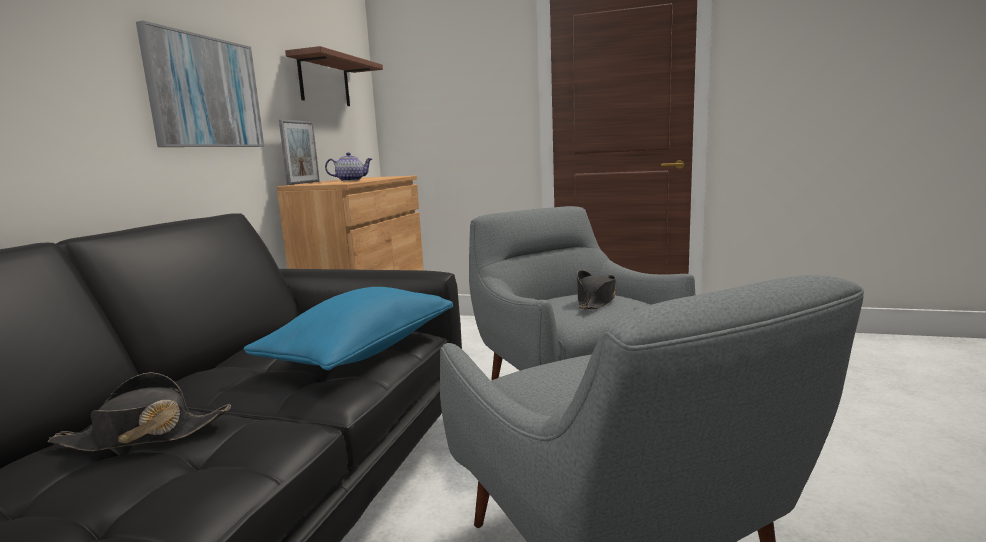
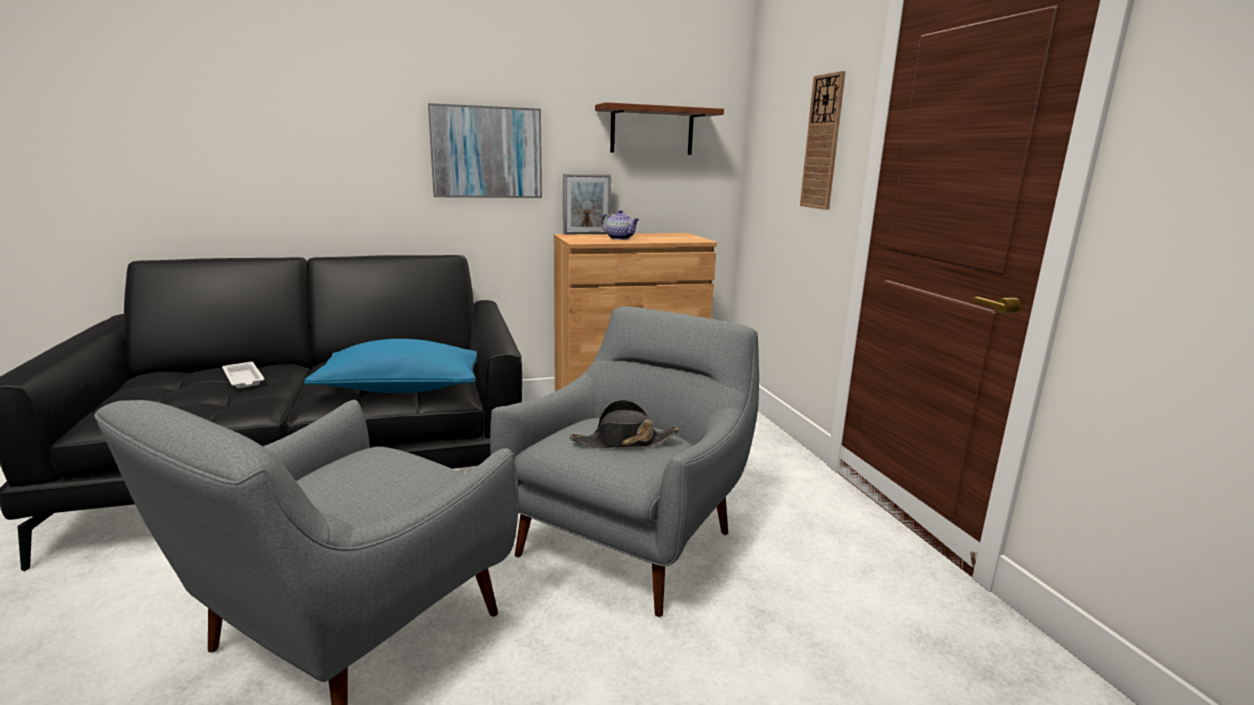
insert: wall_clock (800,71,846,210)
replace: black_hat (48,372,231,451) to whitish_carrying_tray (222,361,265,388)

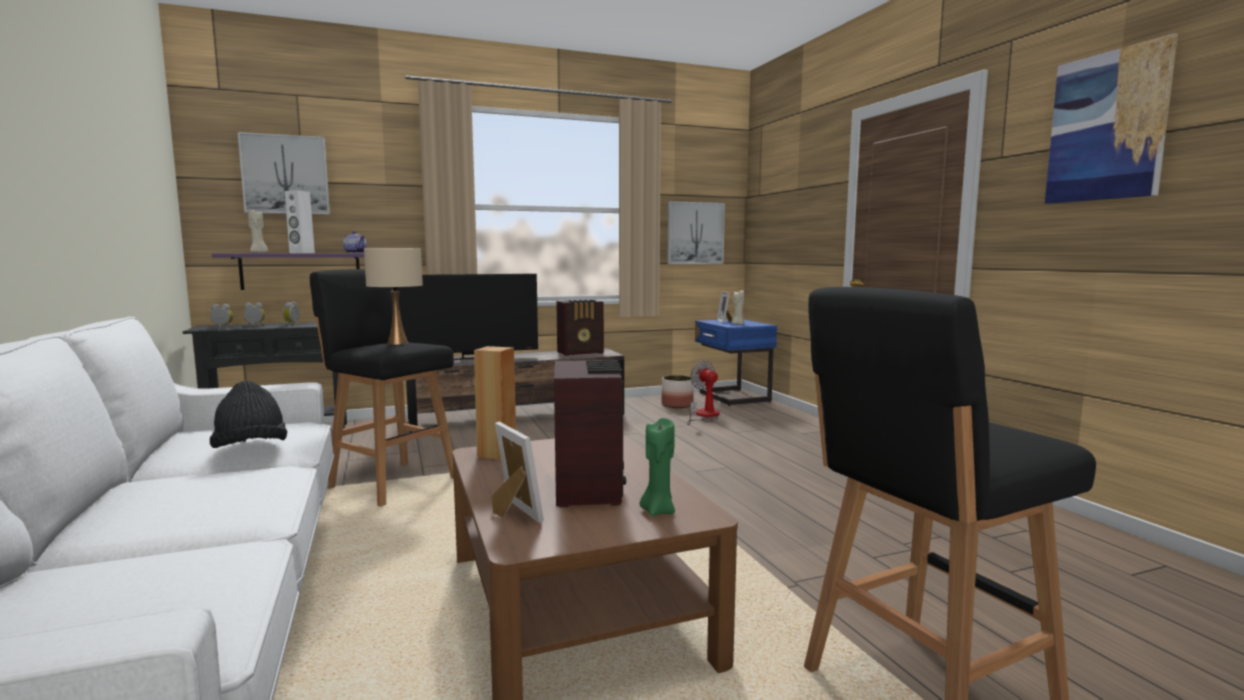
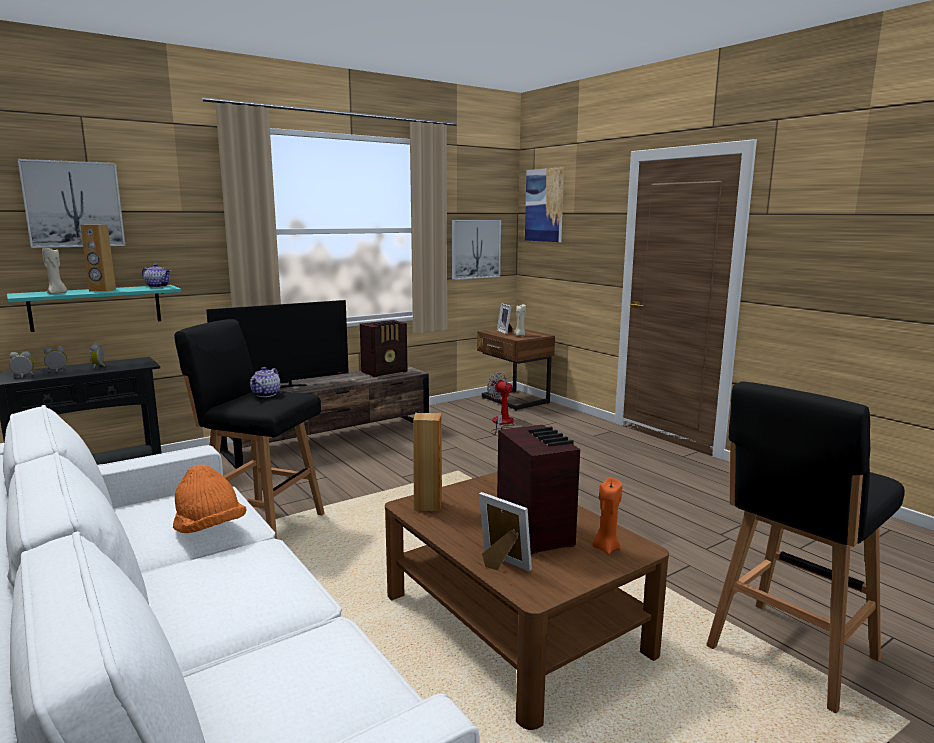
delete: flower_pot (662,375,694,408)
move: wall_picture (1045,33,1178,204) to (525,167,564,242)
replace: beige_table_lamp (364,248,423,345) to teapot (250,367,280,397)
recolor: purplish_wall_shelf (212,254,364,290) to turquoise-coloured_wall_shelf (7,285,181,332); whitish_loudspeaker (285,190,315,253) to brown_loudspeaker (80,224,116,292); black_hat (210,381,287,448) to orange-coloured_hat (173,465,246,533); bluish_night_table (695,319,777,406) to brown_night_table (477,327,555,411); green-coloured_wax_candle (640,418,675,516) to orange-coloured_wax_candle (592,477,622,555)

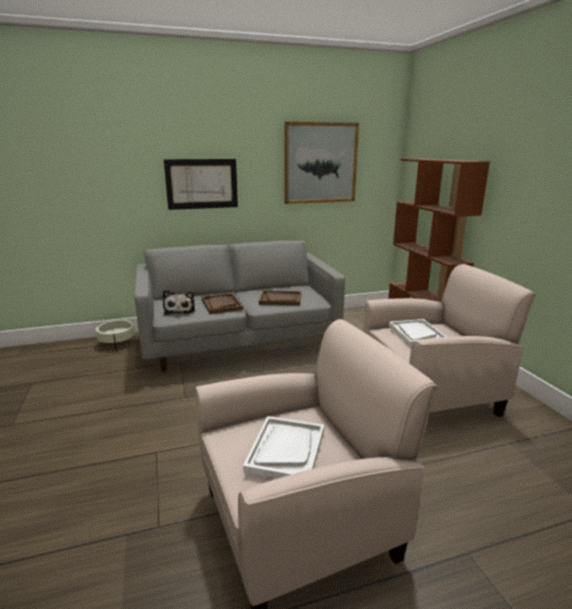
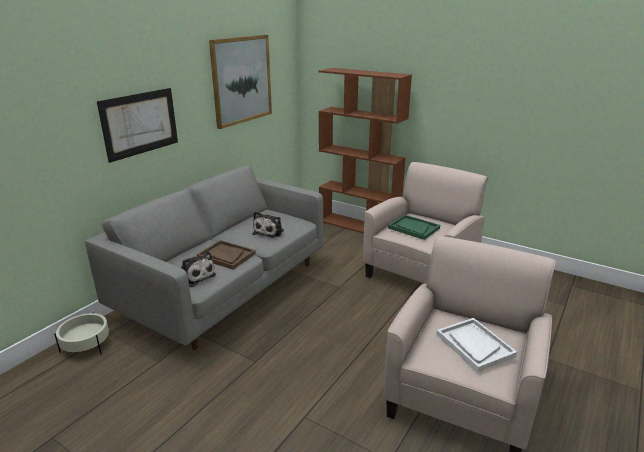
replace: brown_carrying_tray (259,290,301,306) to soft_toy (253,211,284,238)
recolor: whitish_carrying_tray (389,319,446,346) to green-coloured_carrying_tray (388,215,440,240)

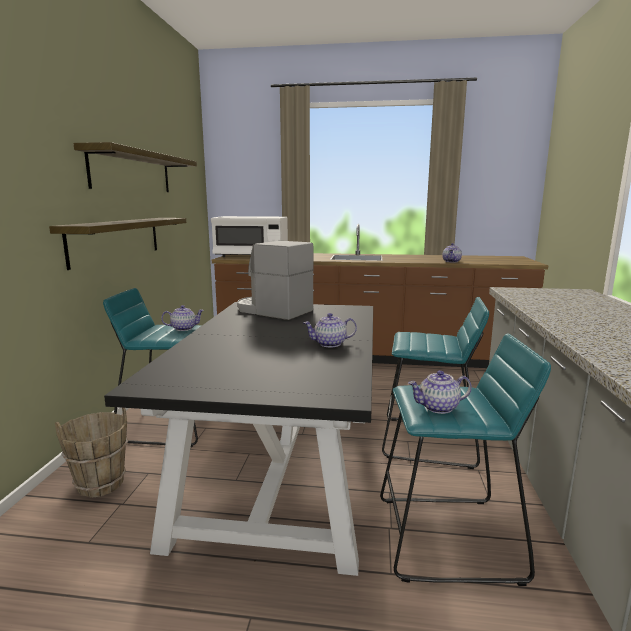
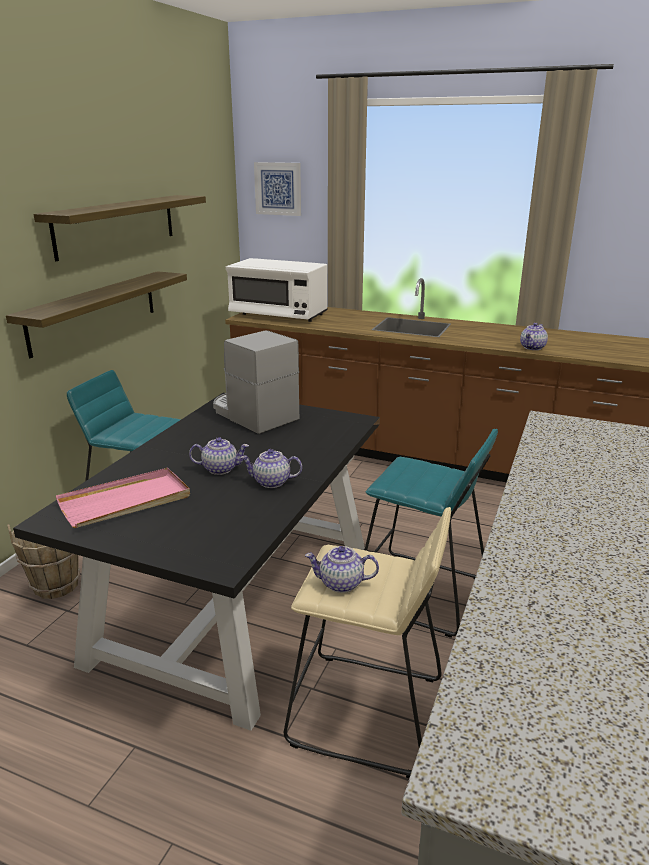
insert: pink_carrying_tray (56,468,190,528); wall_picture (254,162,301,216)
move: teapot (161,305,204,331) to (189,437,249,475)
recolor: turquoise-coloured_sitting_stool (380,333,551,586) to beige_sitting_stool (284,507,451,778)

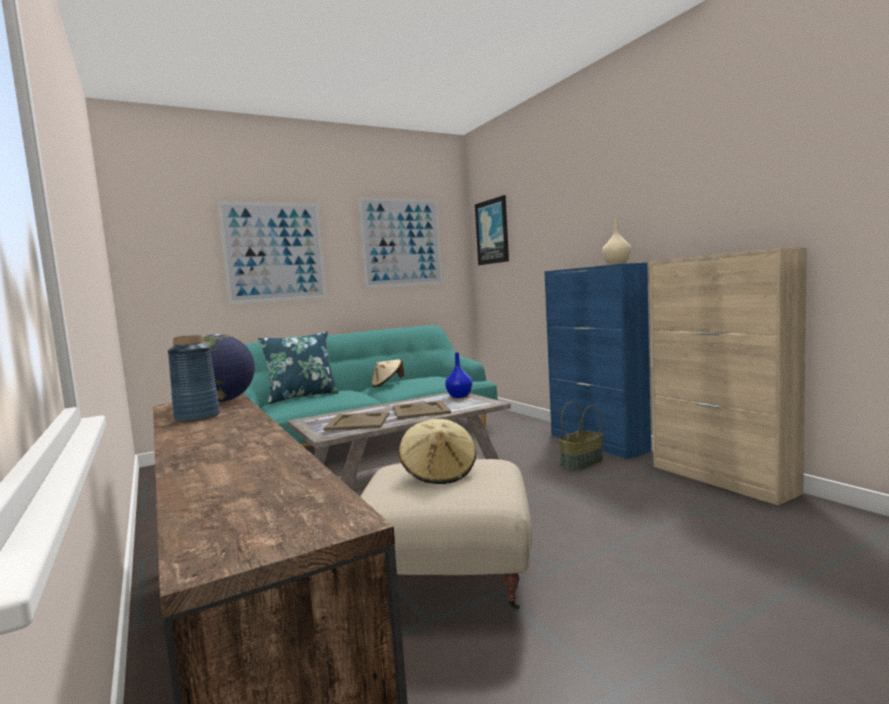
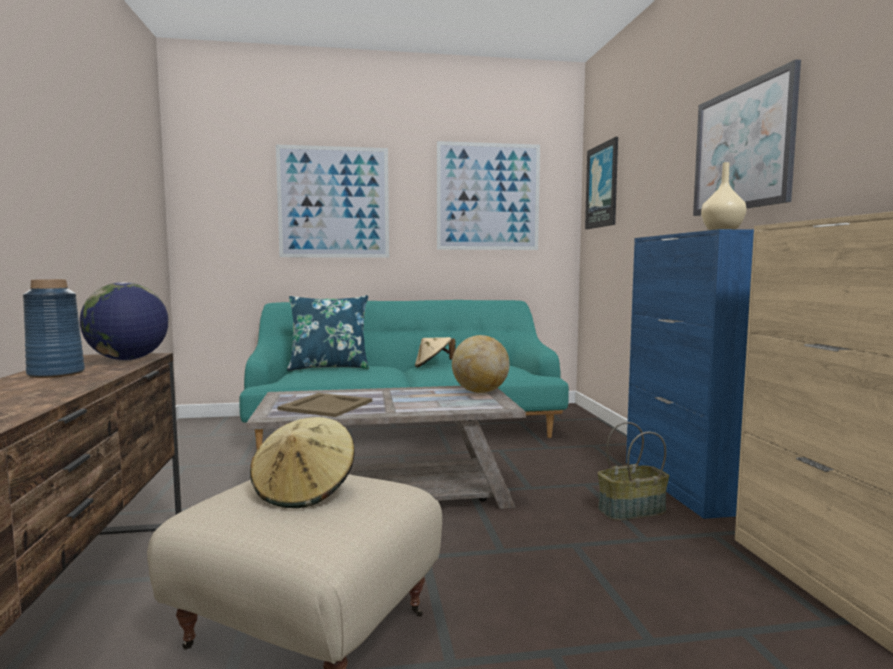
delete: beige_carrying_tray (393,400,451,419)
insert: wall_picture (693,59,801,216)
replace: bluish_decorative_vase (445,352,472,398) to globe (452,335,510,393)

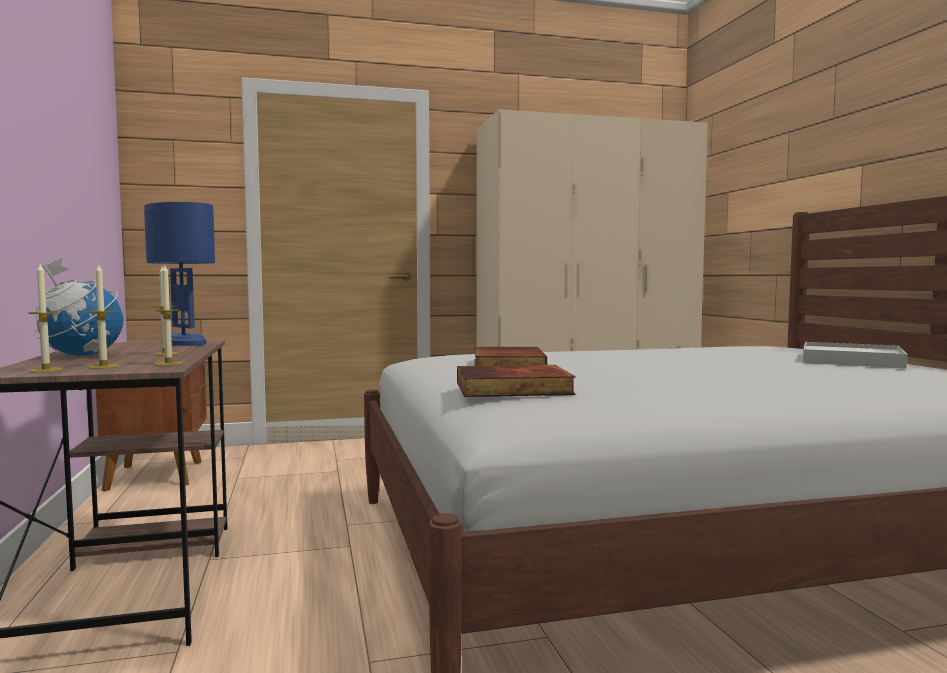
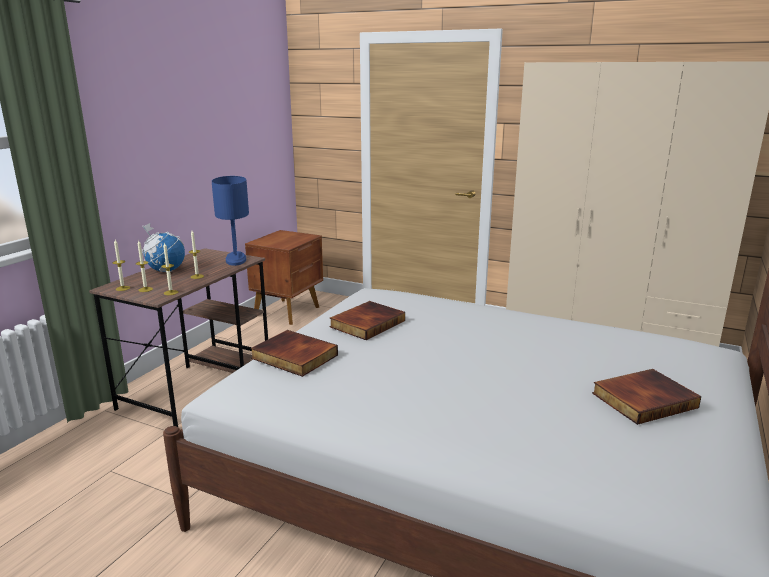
replace: whitish_carrying_tray (803,342,907,368) to bound_book (592,369,702,425)

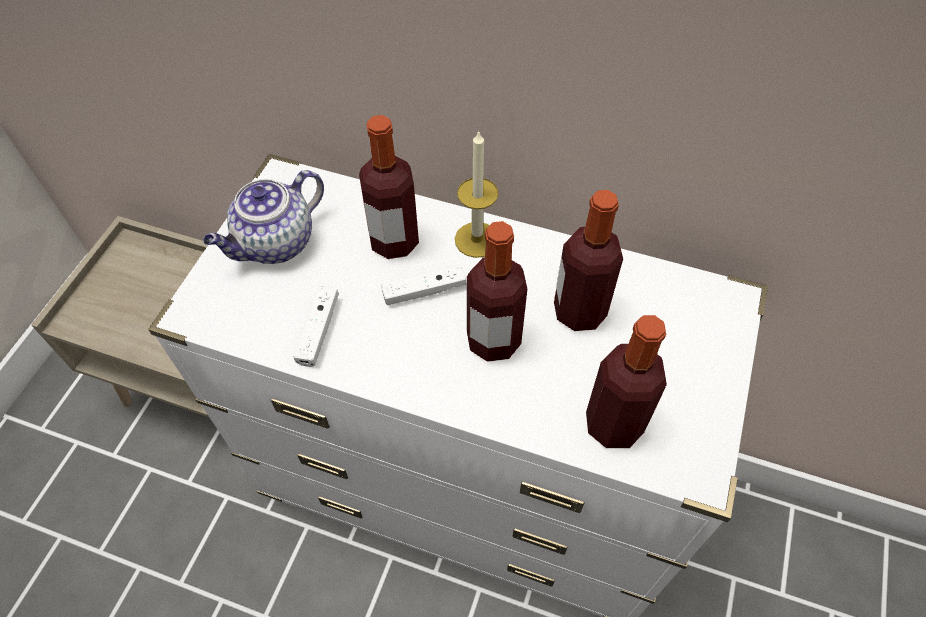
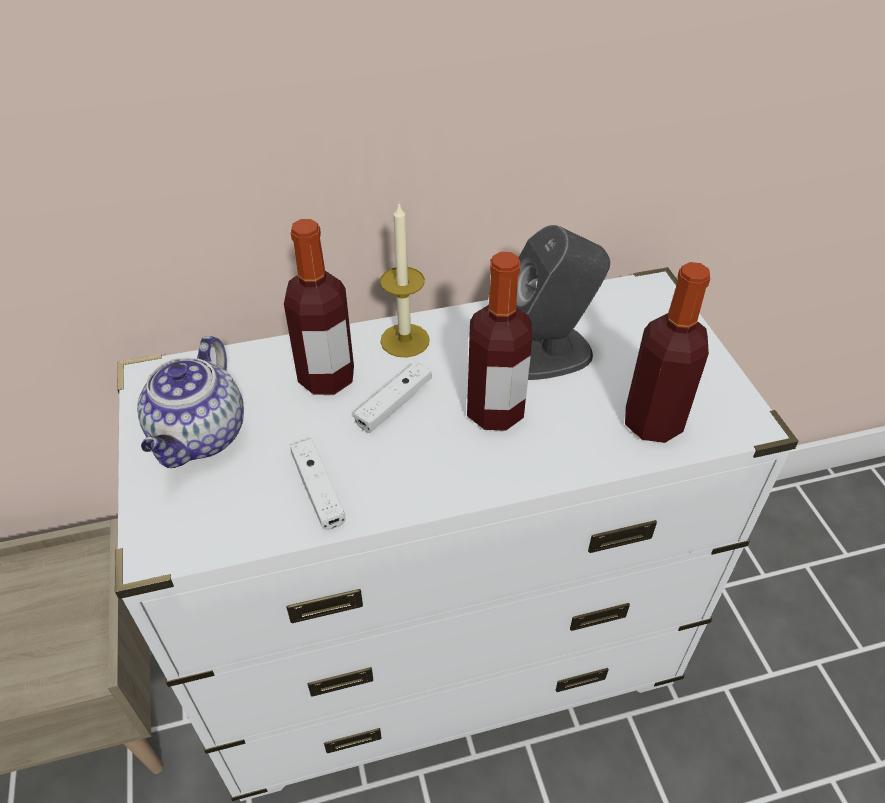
replace: beverage_bottle (554,190,623,331) to gray_loudspeaker (516,225,610,380)

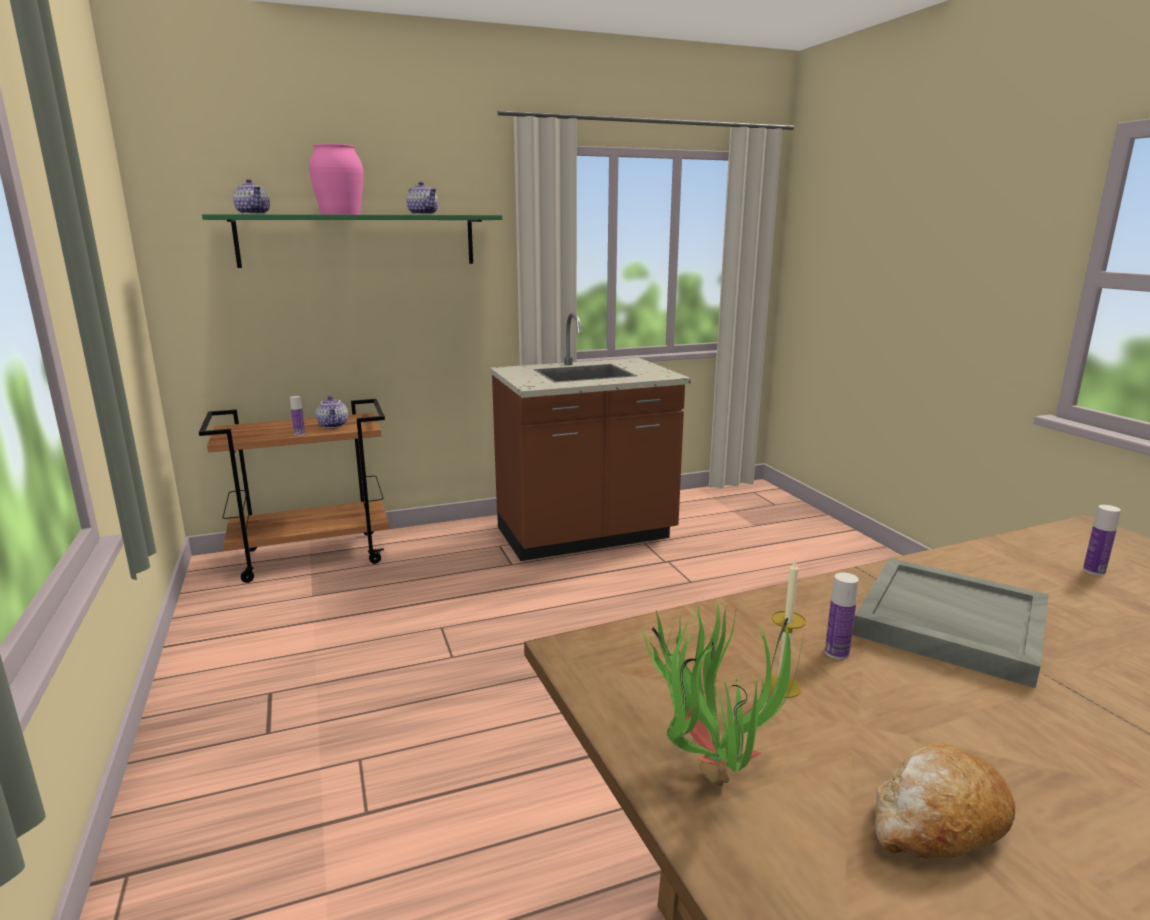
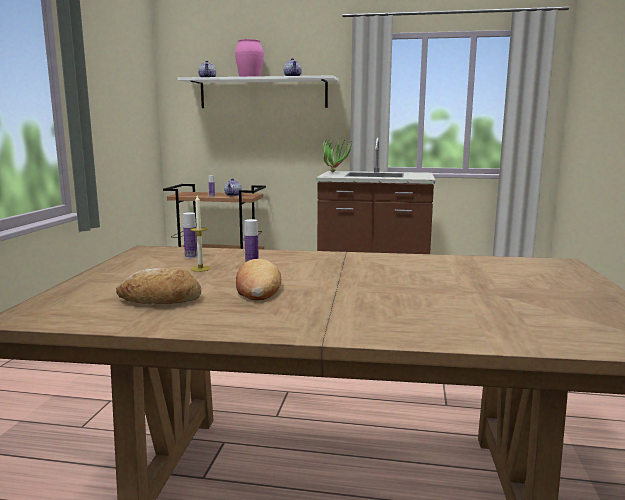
delete: gray_carrying_tray (852,558,1049,688)
insert: bakery_bread (236,259,281,300)
move: beverage_bottle (1083,505,1121,575) to (183,212,198,258); houseplant (638,599,804,786) to (323,135,353,173)
recolor: green-coloured_wall_shelf (202,214,502,268) to whitish_wall_shelf (178,75,338,108)

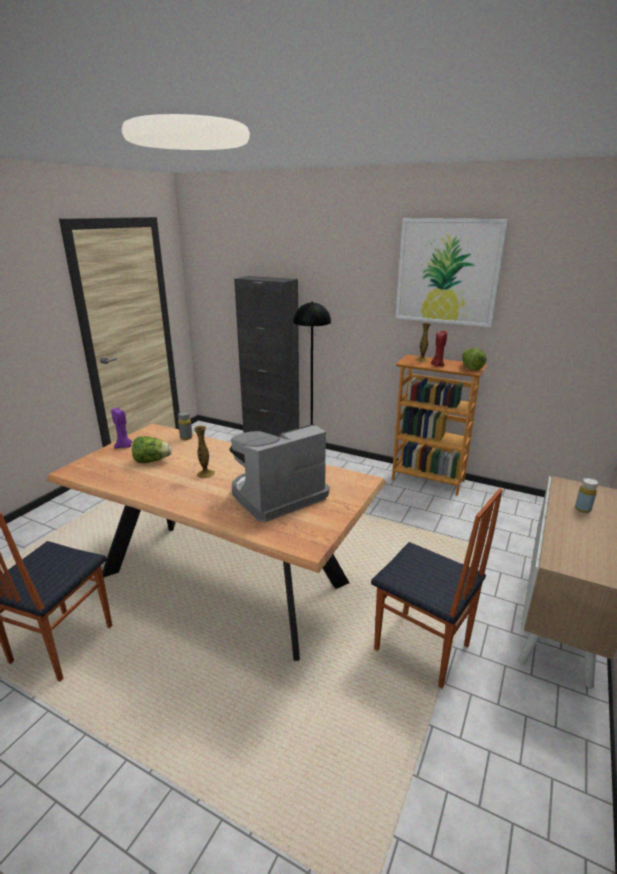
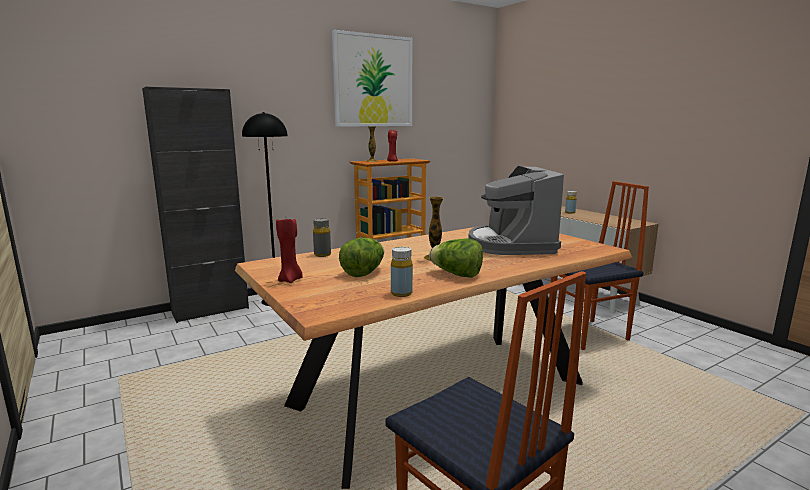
insert: yellow_beverage_bottle (391,247,413,297)
move: lettuce (462,348,486,371) to (429,238,483,278)
recolor: purplish_wax_candle (111,408,132,448) to red_wax_candle (276,219,303,283)

